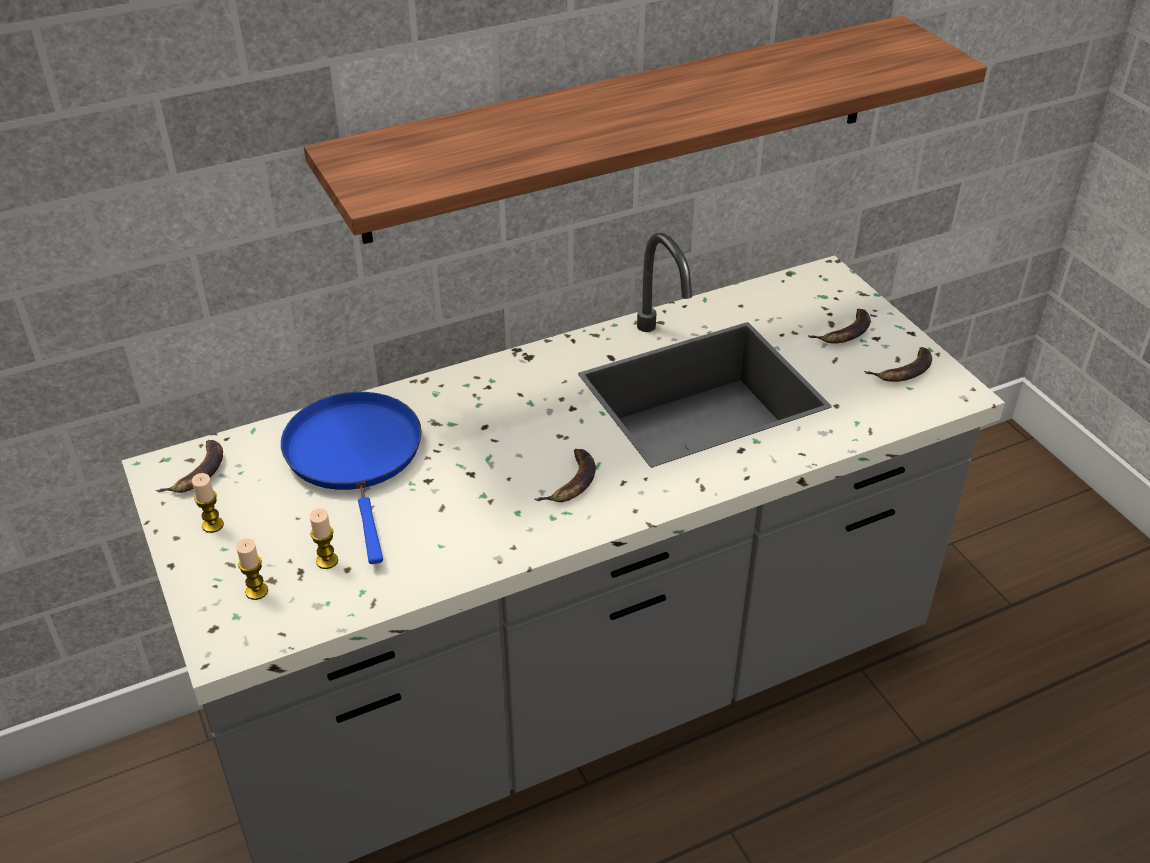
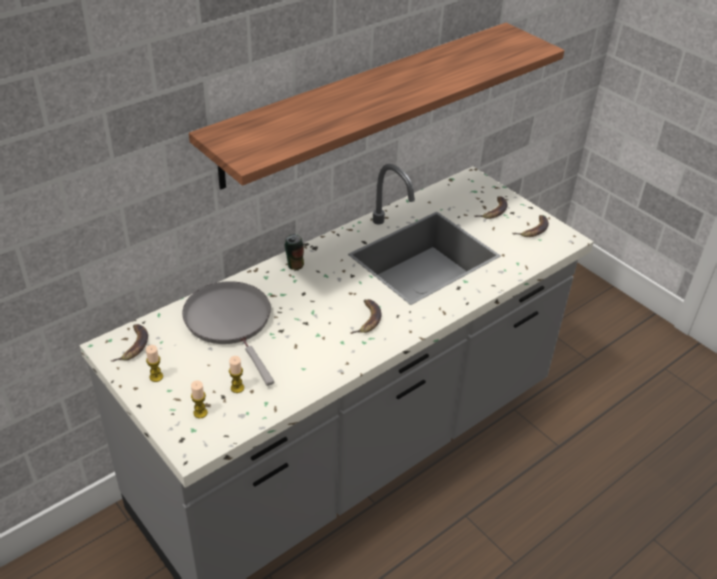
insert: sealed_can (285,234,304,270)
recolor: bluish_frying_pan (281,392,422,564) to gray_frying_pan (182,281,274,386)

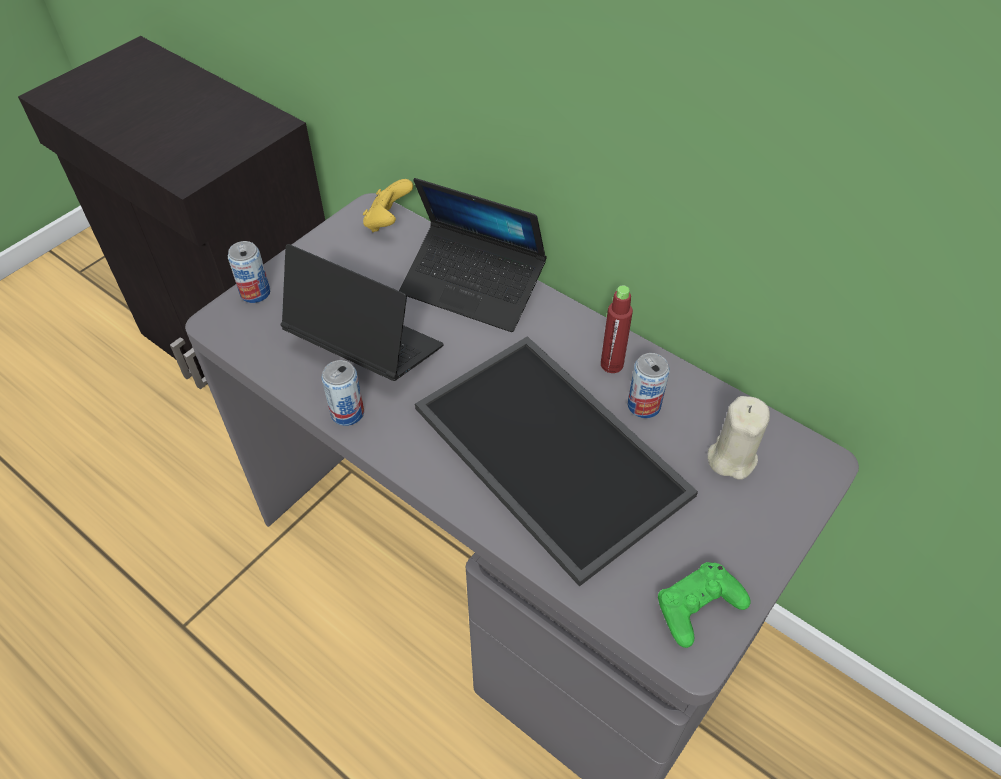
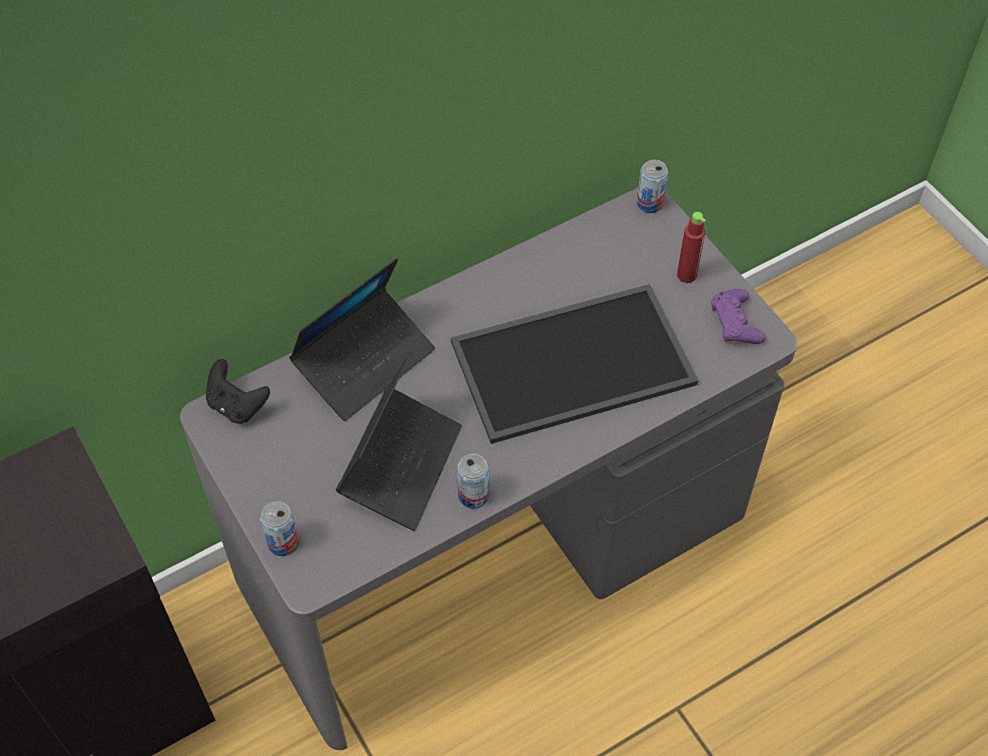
delete: beige_wax_candle (707,396,770,480)
move: sealed_can (628,353,670,418) to (637,160,668,213); red_beverage_bottle (601,285,633,373) to (677,212,706,283)
recolor: yellow_gamepad (363,179,413,232) to black_gamepad (206,359,270,424); green-coloured_gamepad (658,562,751,648) to purplish_gamepad (711,289,766,344)
rotate: portable_computer (281,244,443,381) = (336,350,462,531) 150 degrees clockwise

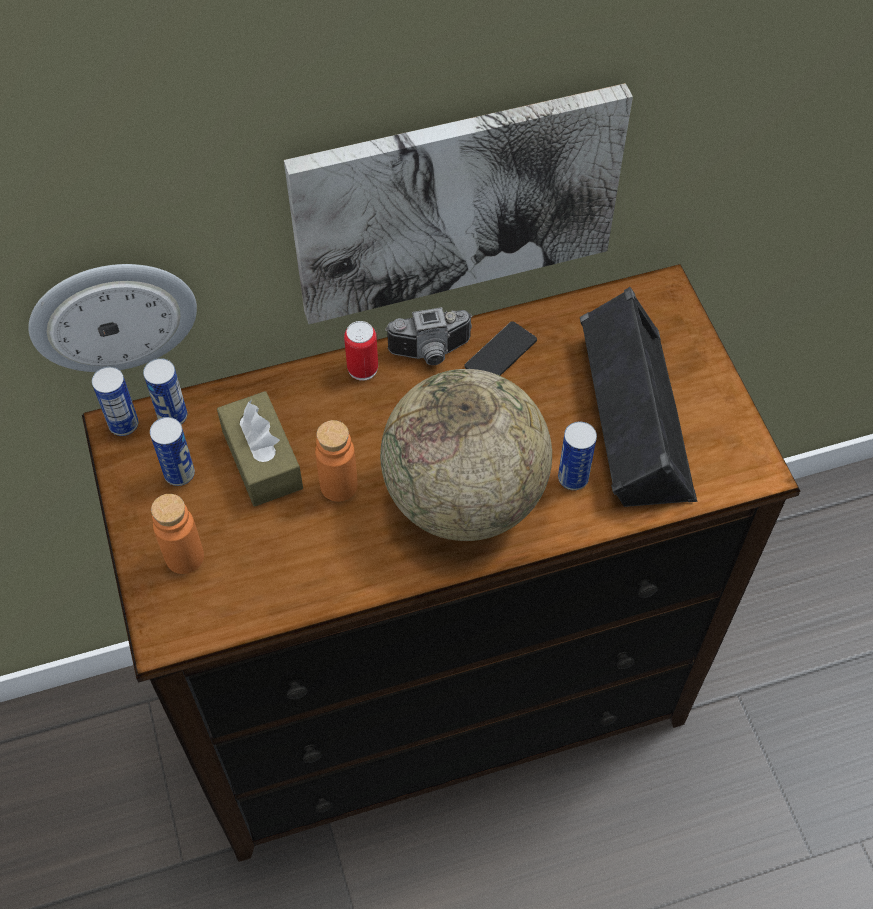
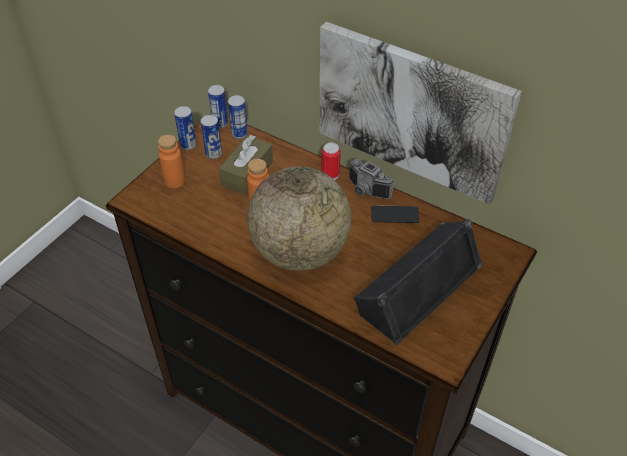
delete: wall_clock (28,264,197,372)
move: sealed_can (558,421,597,490) to (174,106,197,150)

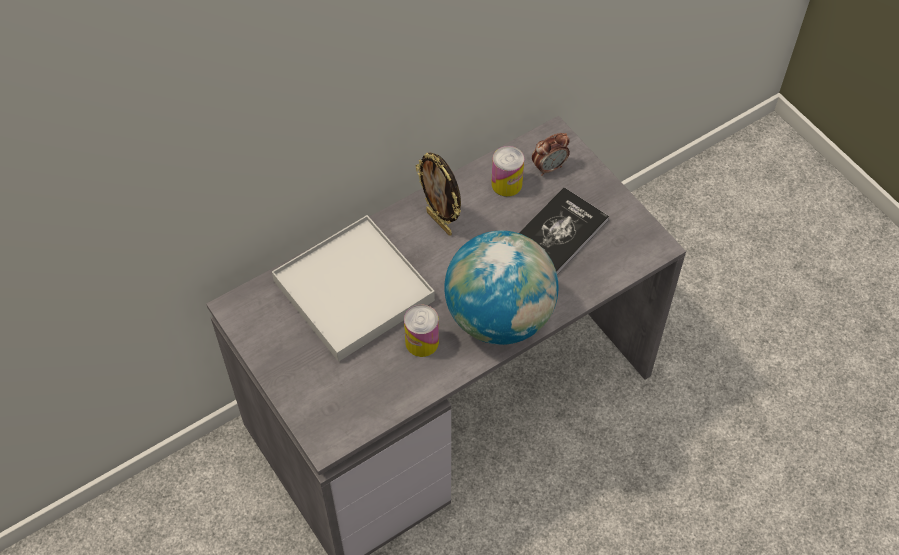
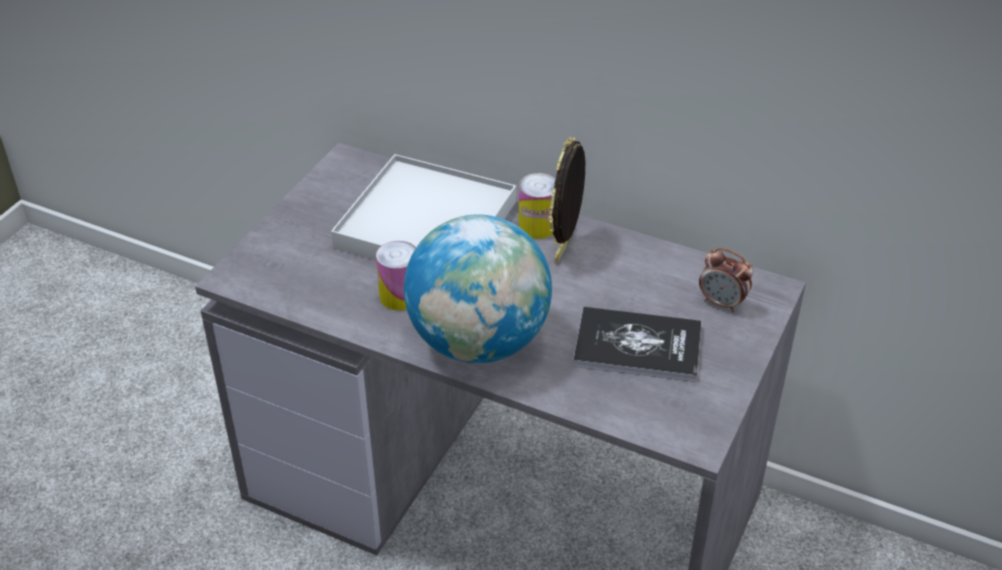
move: sealed_can (491,146,524,197) to (518,173,555,239)

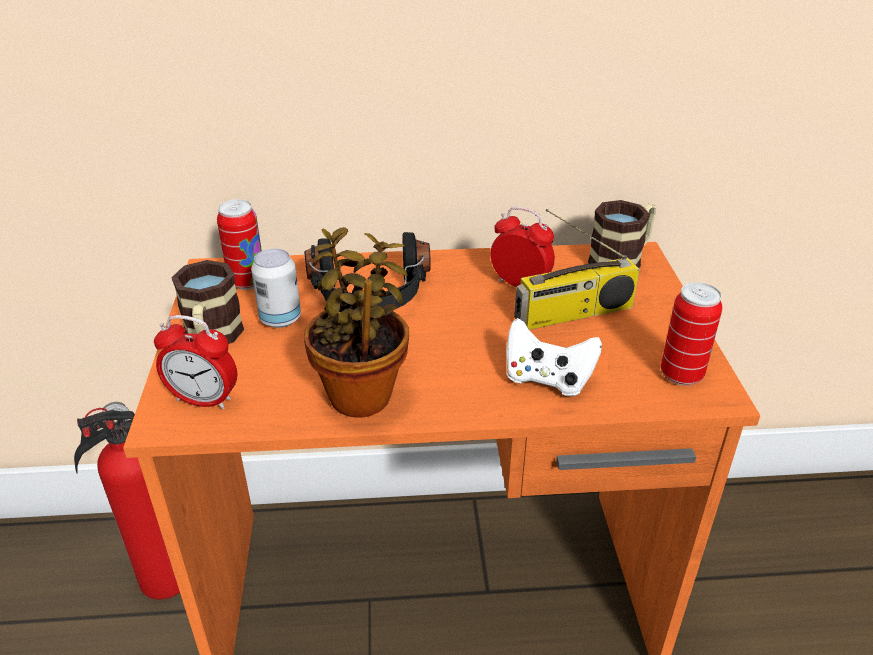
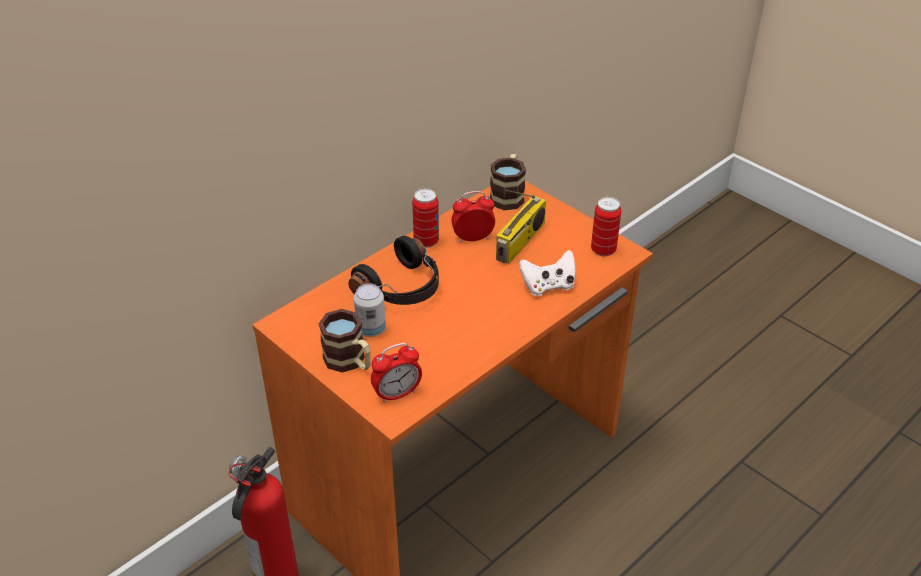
delete: houseplant (304,227,409,417)
move: sealed_can (217,199,262,290) to (412,188,439,248)

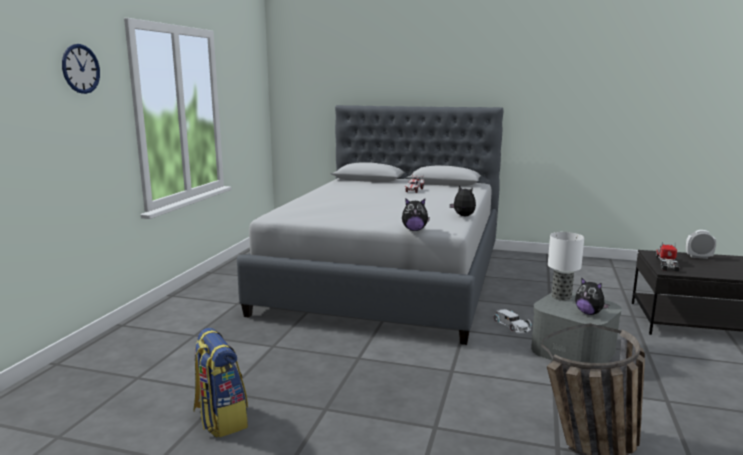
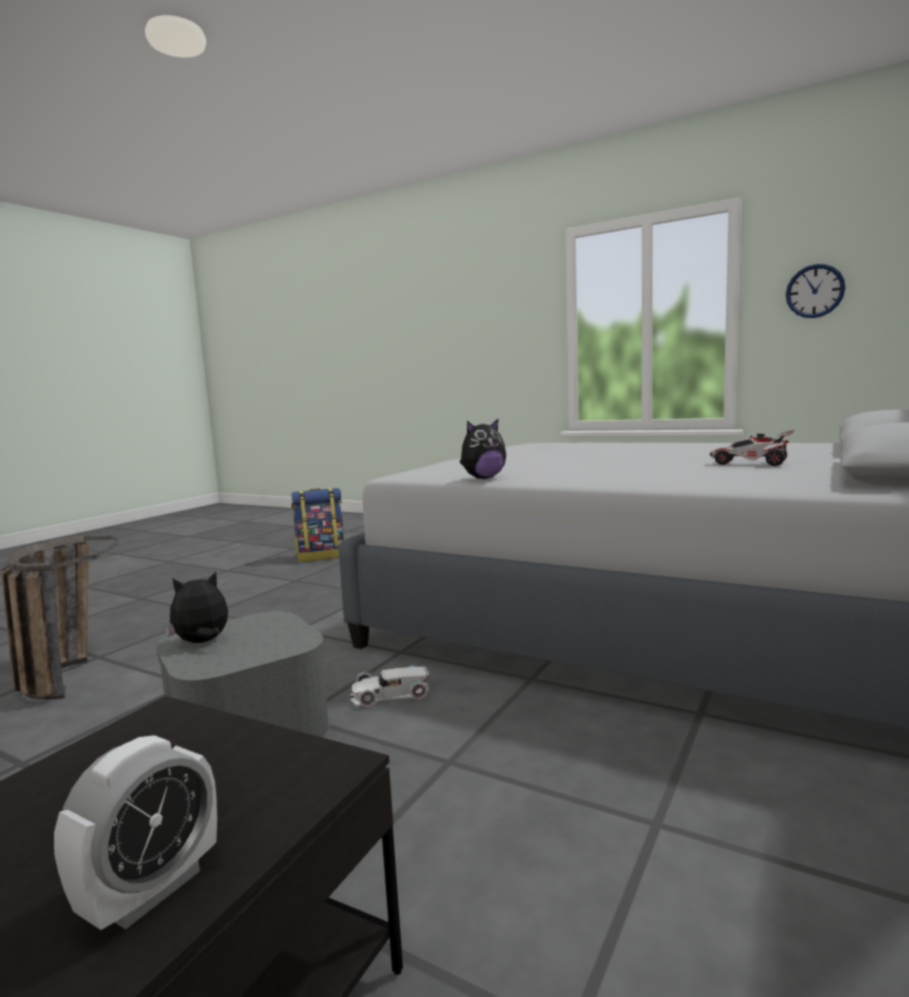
delete: soft_toy (402,199,430,231); table_lamp (548,232,584,301); toy_lorry (656,242,679,272)
move: wall_clock (62,44,100,94) to (786,264,845,318)

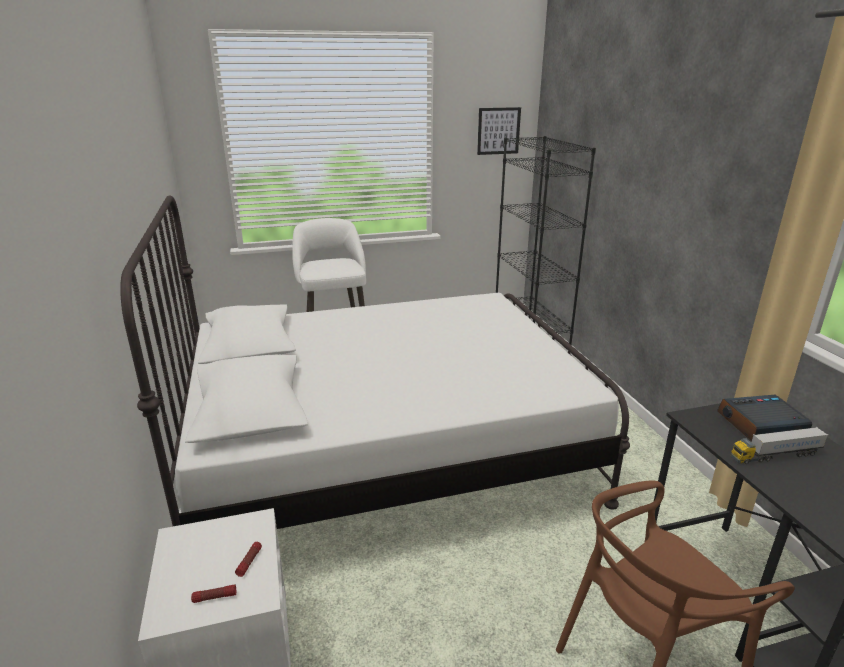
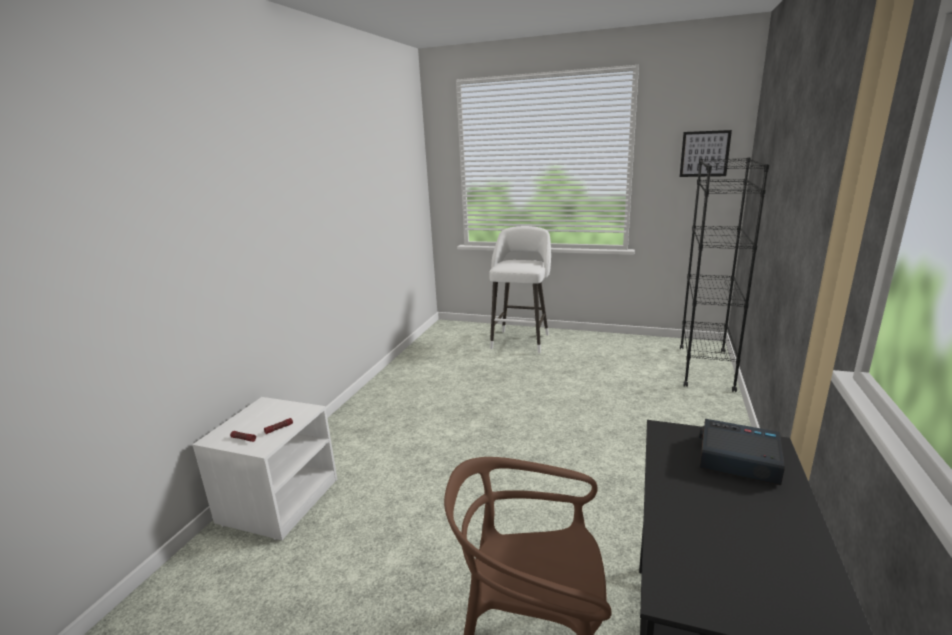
delete: whitish_bedroom_bed (120,195,630,529); toy_lorry (731,427,828,464)

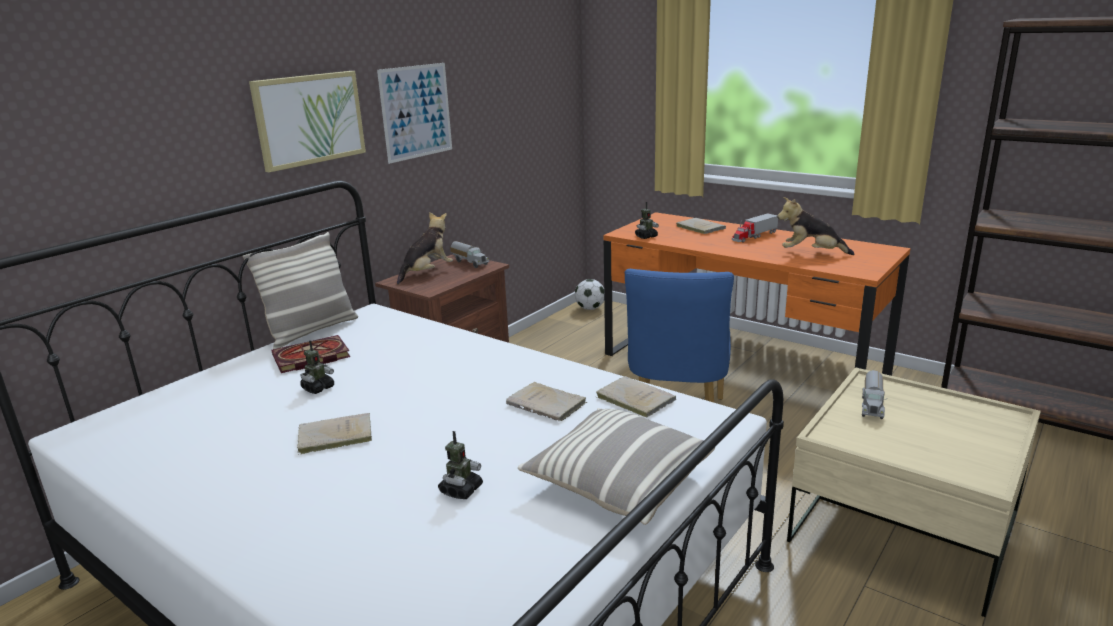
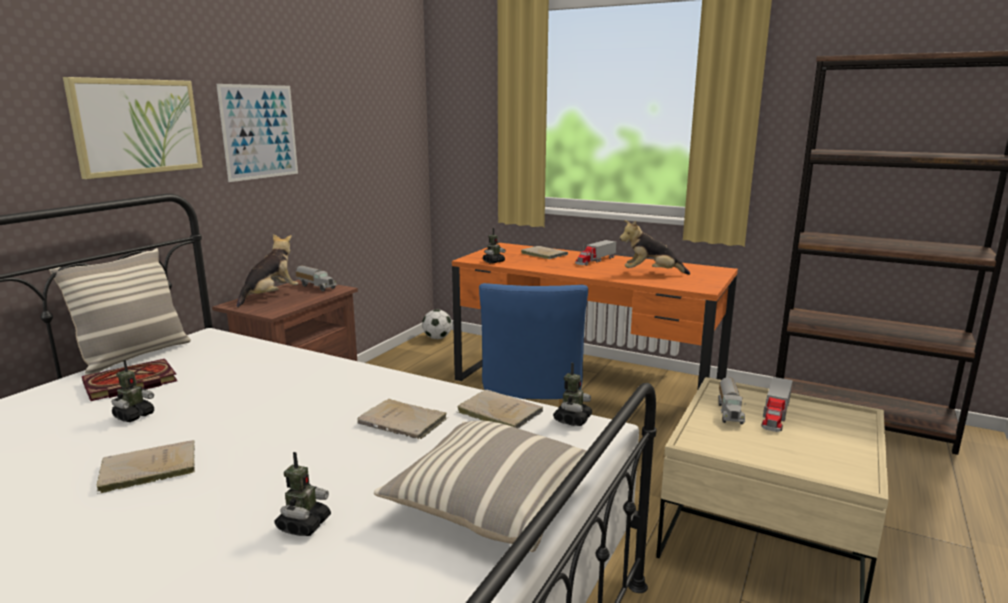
insert: robot_figure (553,363,592,426); toy_lorry (761,377,793,432)

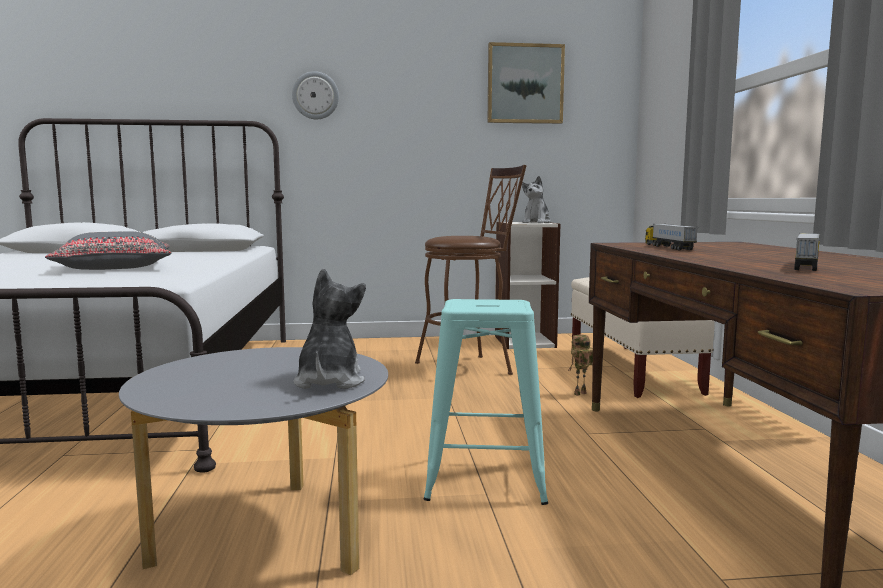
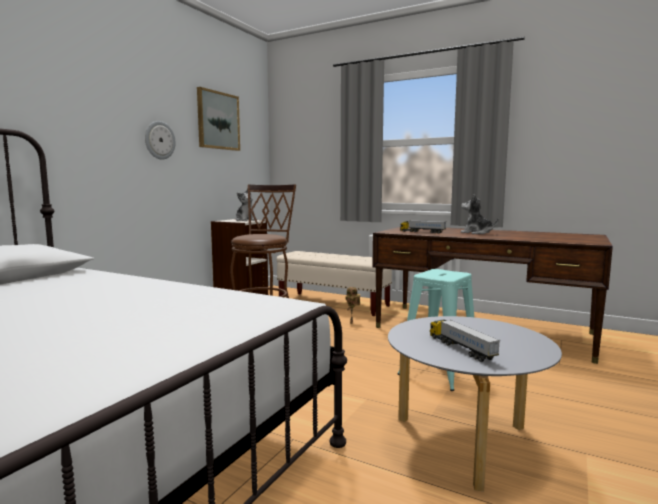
delete: gray_cushion (45,231,172,270)
move: wall_clock (292,71,339,119) to (145,121,176,160); toy_lorry (794,233,820,271) to (430,320,500,362); soft_toy (293,268,366,389) to (460,194,498,234)

